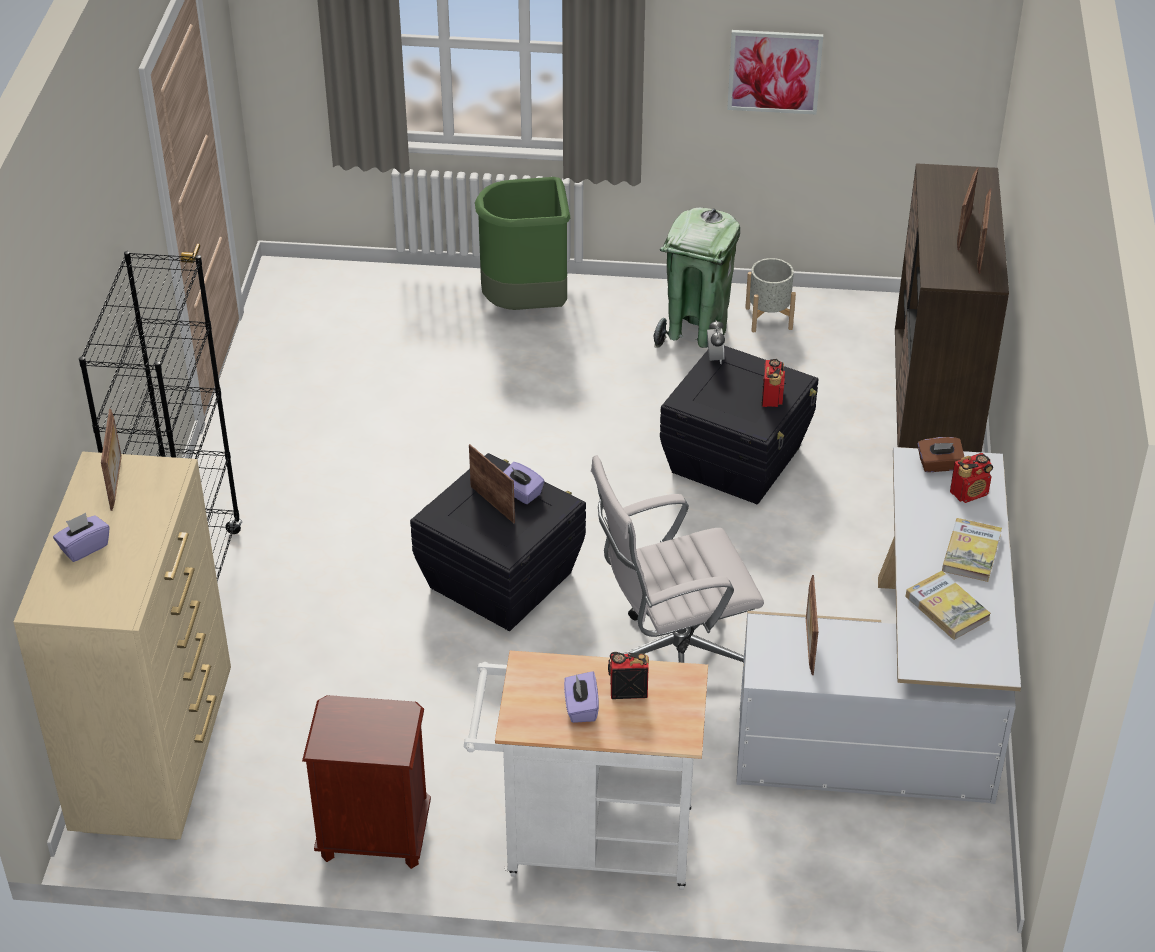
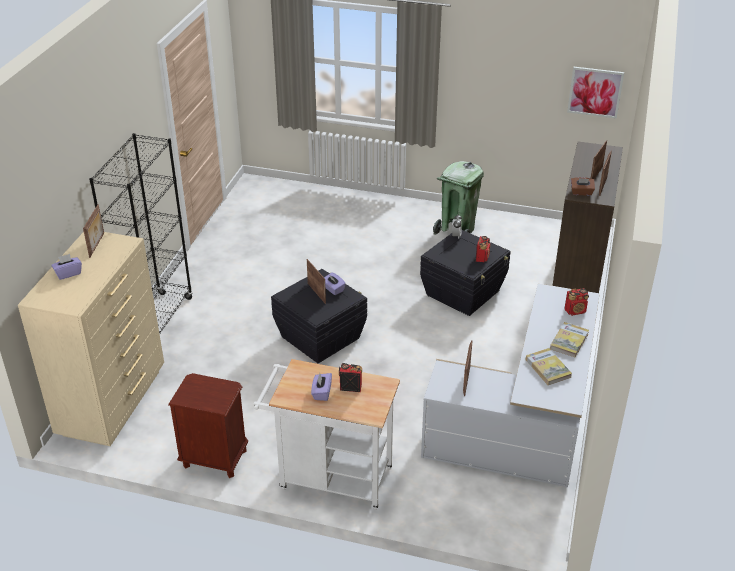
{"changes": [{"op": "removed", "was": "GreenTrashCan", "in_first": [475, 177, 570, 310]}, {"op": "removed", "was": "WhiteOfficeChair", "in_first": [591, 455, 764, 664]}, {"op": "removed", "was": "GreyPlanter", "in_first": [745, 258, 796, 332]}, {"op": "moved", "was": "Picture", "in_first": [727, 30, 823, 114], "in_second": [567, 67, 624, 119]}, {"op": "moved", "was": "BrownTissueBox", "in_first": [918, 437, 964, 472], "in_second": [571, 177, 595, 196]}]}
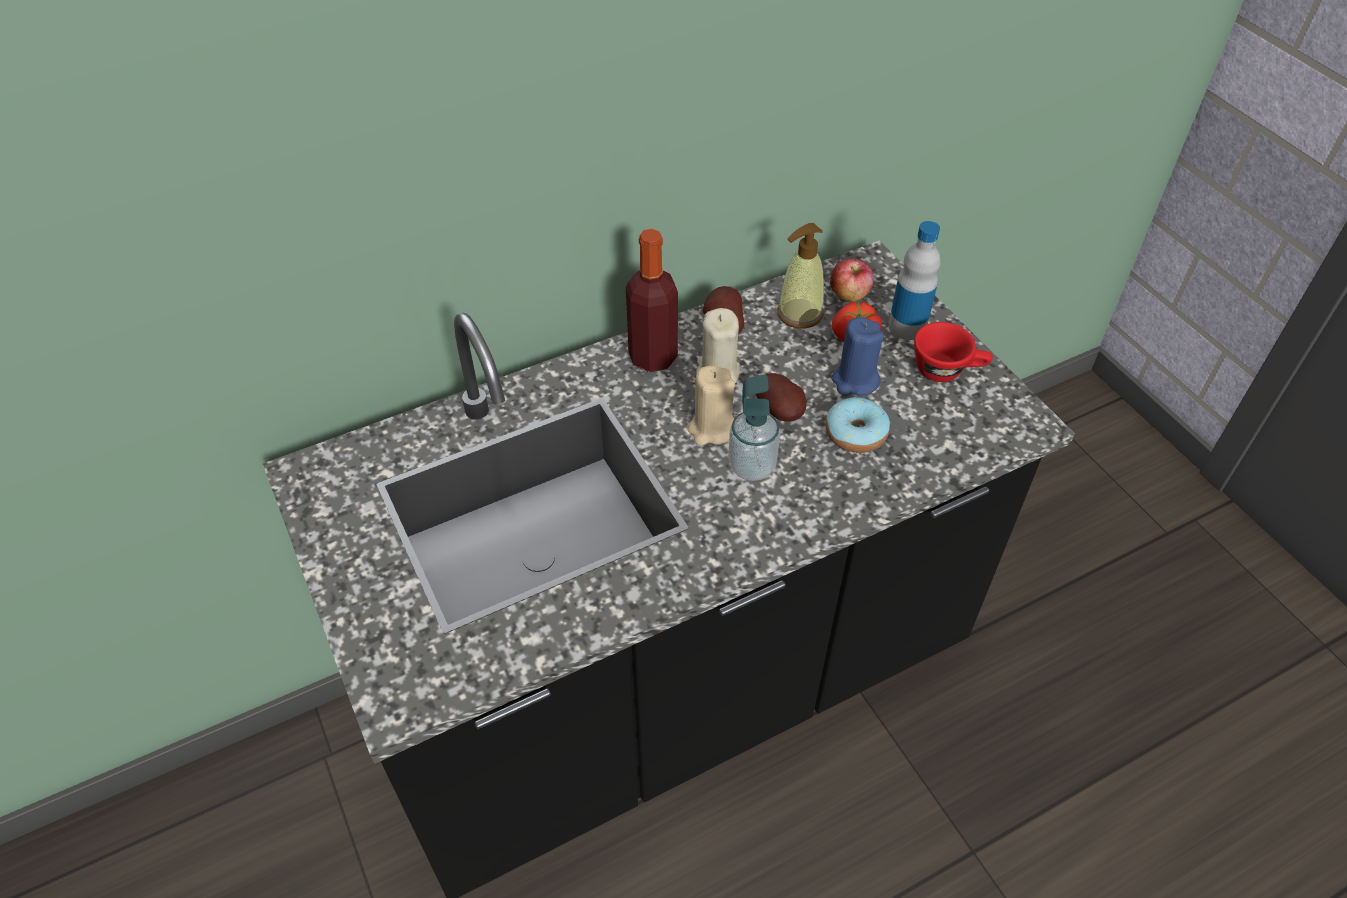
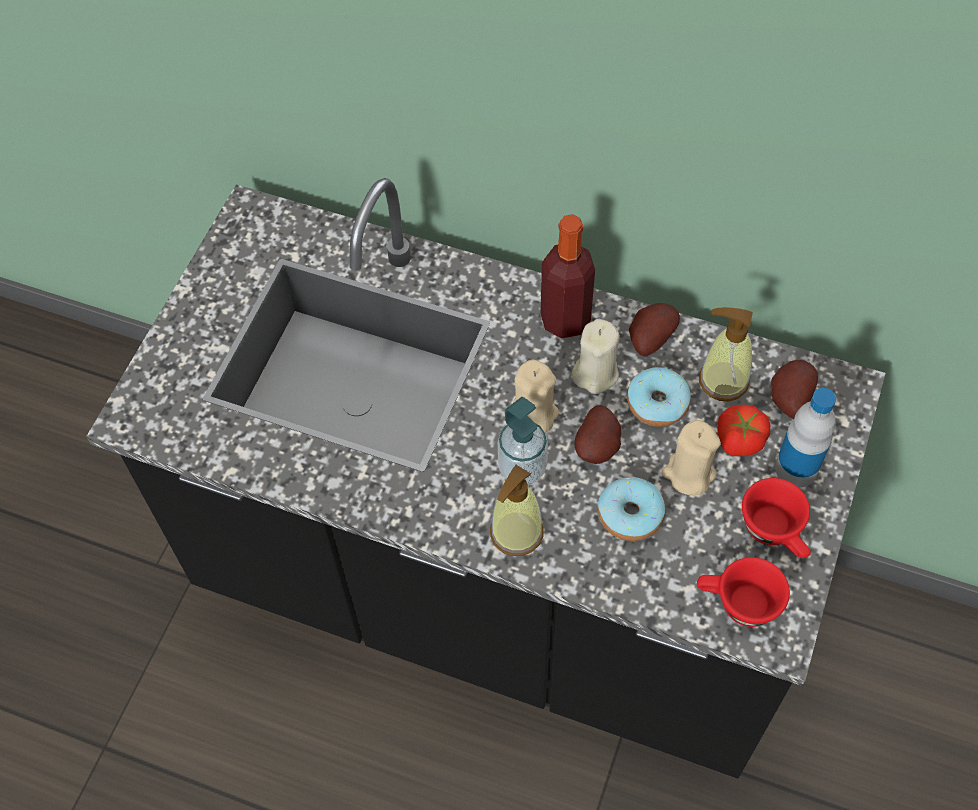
{"changes": [{"op": "added", "now": "SoapDispenser", "in_second": [490, 465, 543, 556]}, {"op": "added", "now": "Donut", "in_second": [627, 367, 691, 427]}, {"op": "added", "now": "RedCup", "in_second": [697, 557, 790, 627]}, {"op": "replaced", "was": "Apple", "now": "Potato", "in_first": [830, 259, 874, 302], "in_second": [771, 360, 818, 419]}, {"op": "recoloured", "was": "BlueCandle", "now": "BeigeCandle", "in_first": [831, 318, 884, 396], "in_second": [662, 420, 721, 496]}]}
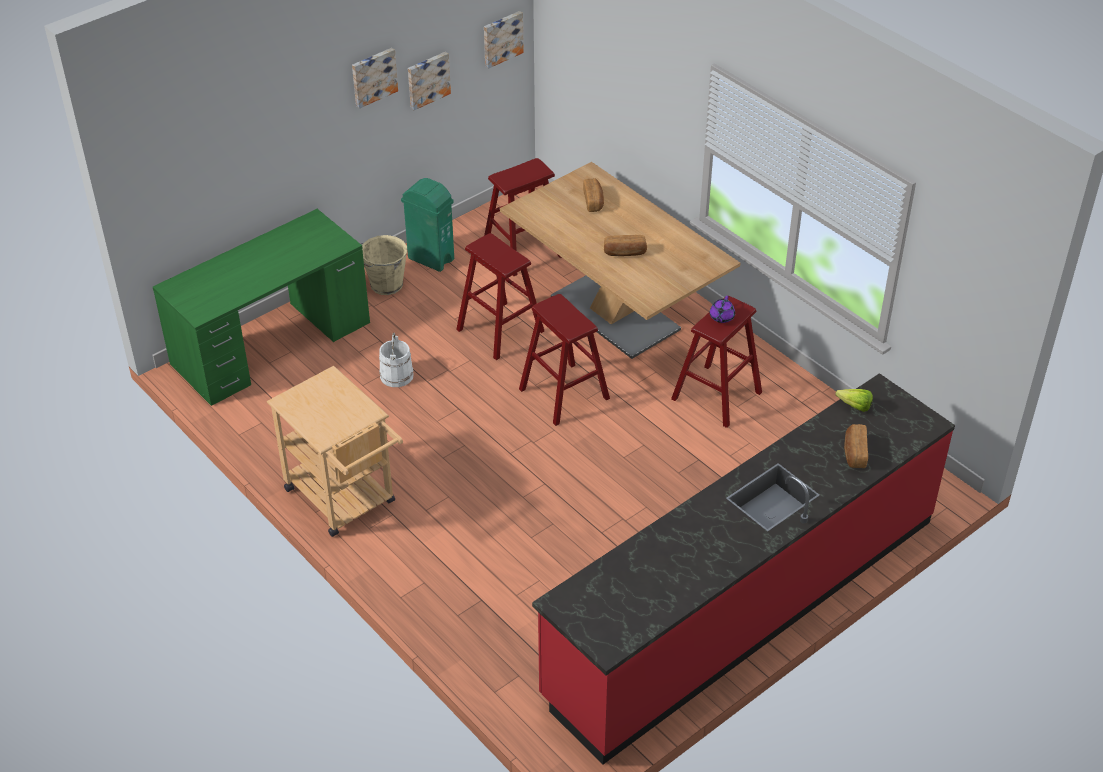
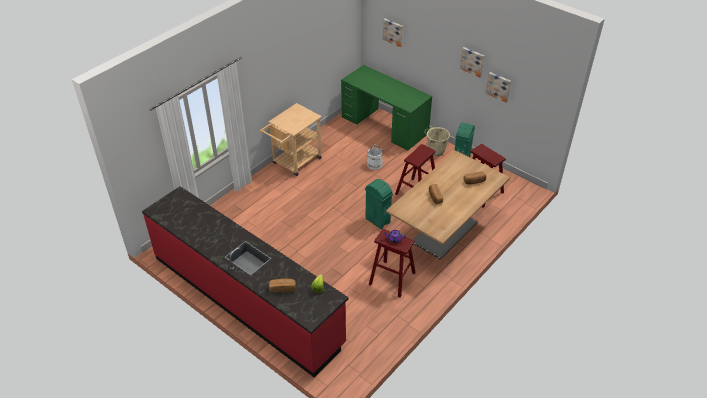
{"changes": [{"op": "moved", "was": "Picture", "in_first": [484, 11, 524, 69], "in_second": [383, 19, 403, 47]}, {"op": "replaced", "was": "RedStool", "now": "GreenTrashCan", "in_first": [519, 294, 610, 426], "in_second": [365, 179, 393, 229]}]}
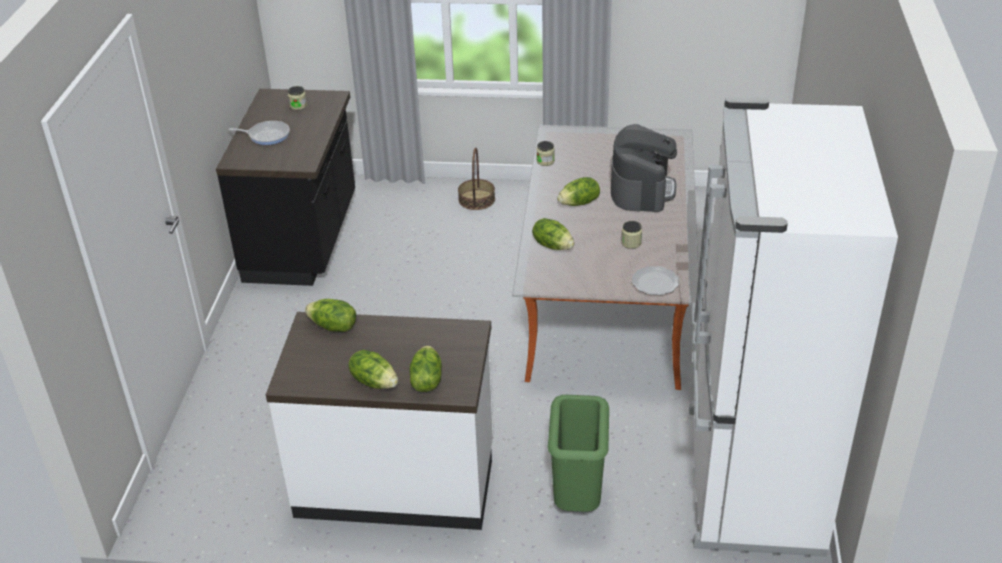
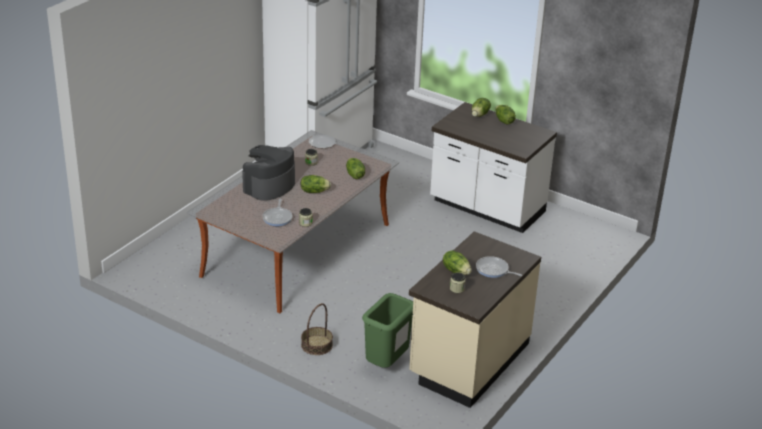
{"changes": [{"op": "added", "now": "FryingPan", "in_second": [262, 199, 293, 226]}, {"op": "moved", "was": "Lettuce", "in_first": [305, 299, 356, 332], "in_second": [443, 250, 472, 275]}, {"op": "moved", "was": "GreenTrashCan", "in_first": [548, 395, 609, 512], "in_second": [362, 293, 413, 368]}, {"op": "recoloured", "was": "BlackCounter", "now": "BeigeCounter", "in_first": [216, 89, 355, 286], "in_second": [409, 231, 541, 408]}]}
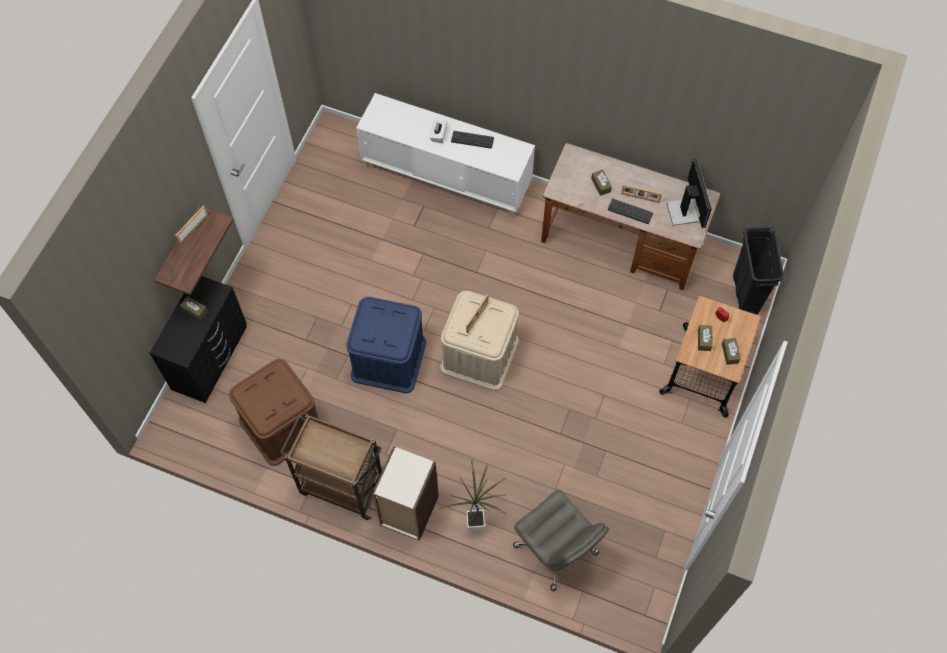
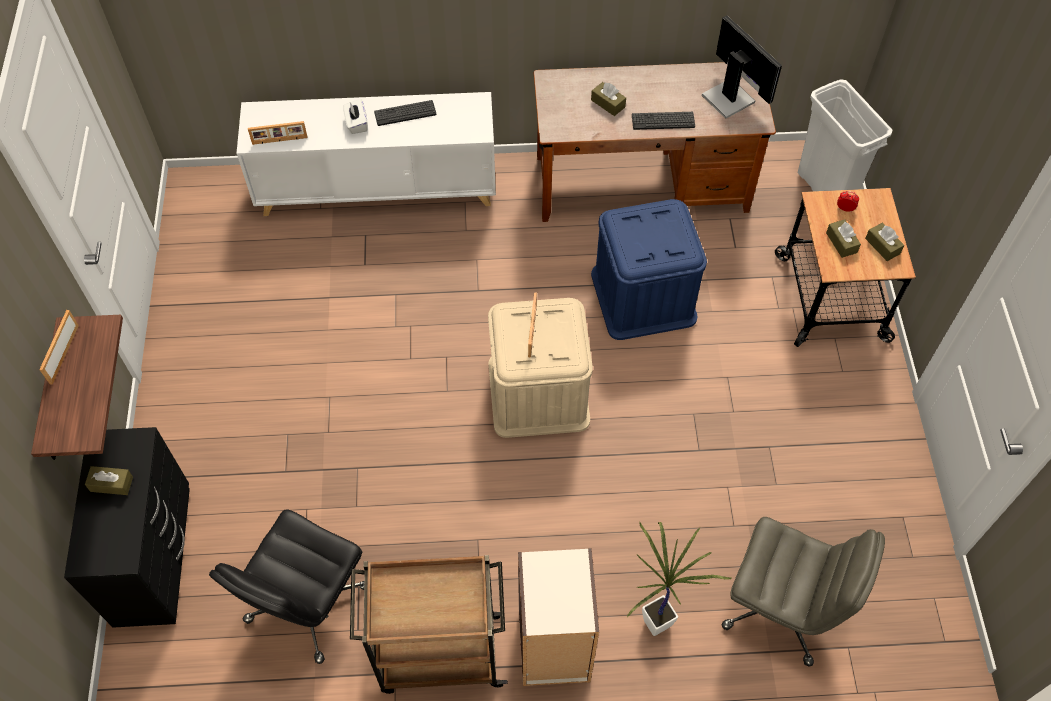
{"changes": [{"op": "moved", "was": "BlueStorageBox", "in_first": [346, 297, 426, 393], "in_second": [591, 199, 707, 340]}, {"op": "moved", "was": "PictureFrame", "in_first": [621, 184, 662, 203], "in_second": [248, 121, 308, 145]}, {"op": "replaced", "was": "BrownStorageBox", "now": "BlackOfficeChair", "in_first": [229, 359, 320, 466], "in_second": [209, 509, 364, 664]}, {"op": "recoloured", "was": "BlackTrashCan", "now": "WhiteTrashCan", "in_first": [733, 227, 785, 314], "in_second": [798, 79, 893, 191]}]}
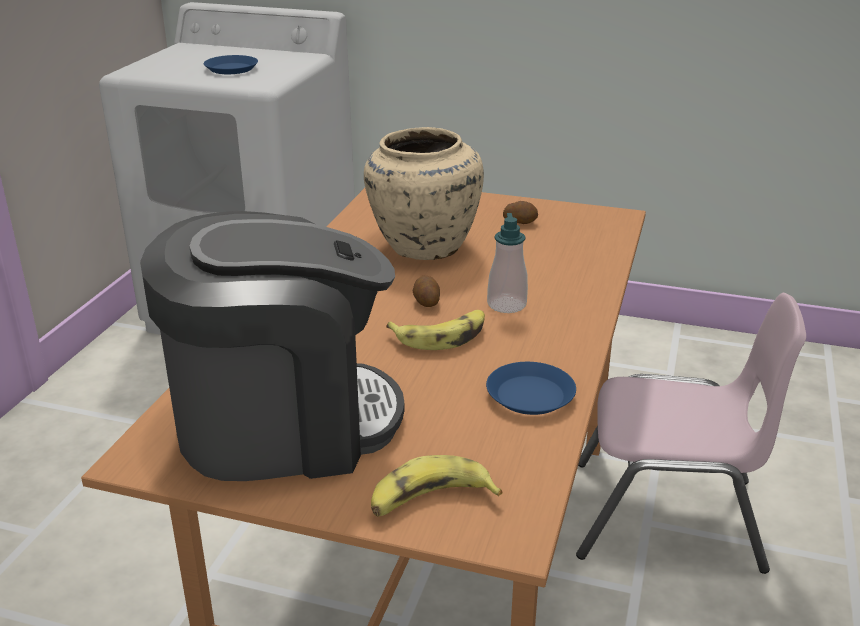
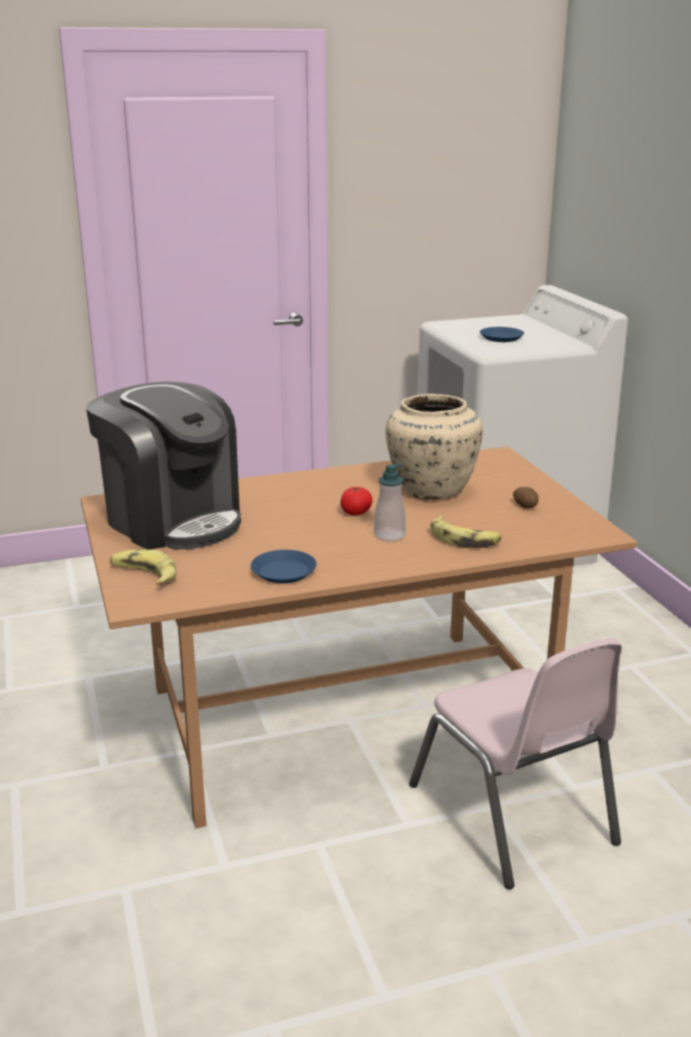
{"changes": [{"op": "moved", "was": "Banana", "in_first": [386, 310, 485, 350], "in_second": [430, 515, 502, 548]}, {"op": "replaced", "was": "Potato", "now": "Tomato", "in_first": [413, 275, 440, 307], "in_second": [340, 487, 373, 515]}]}
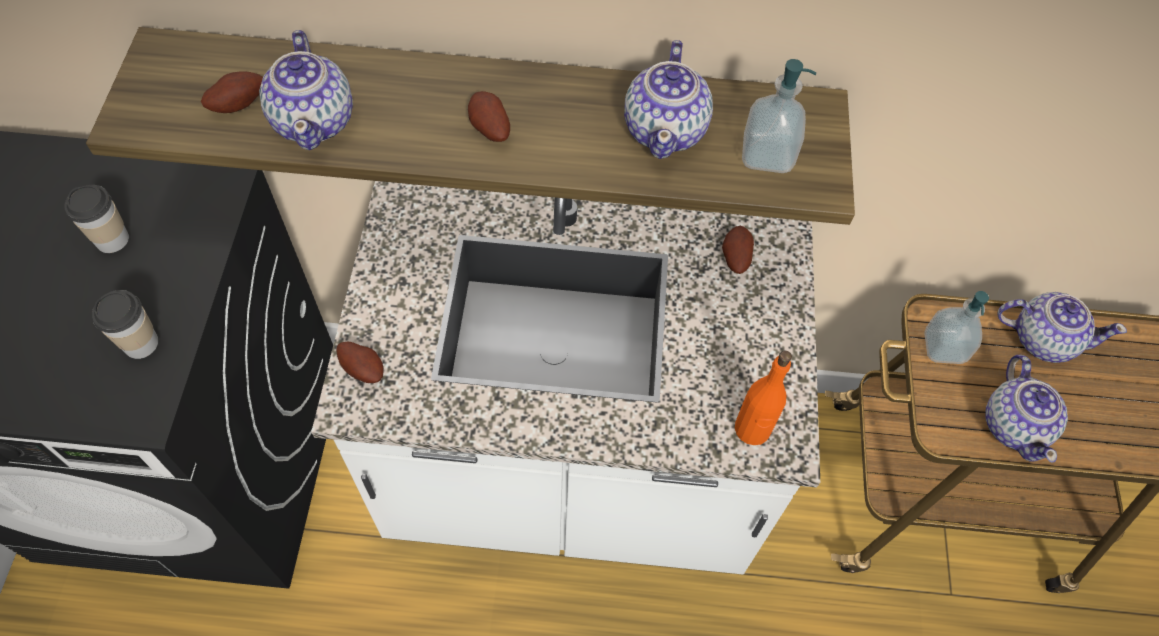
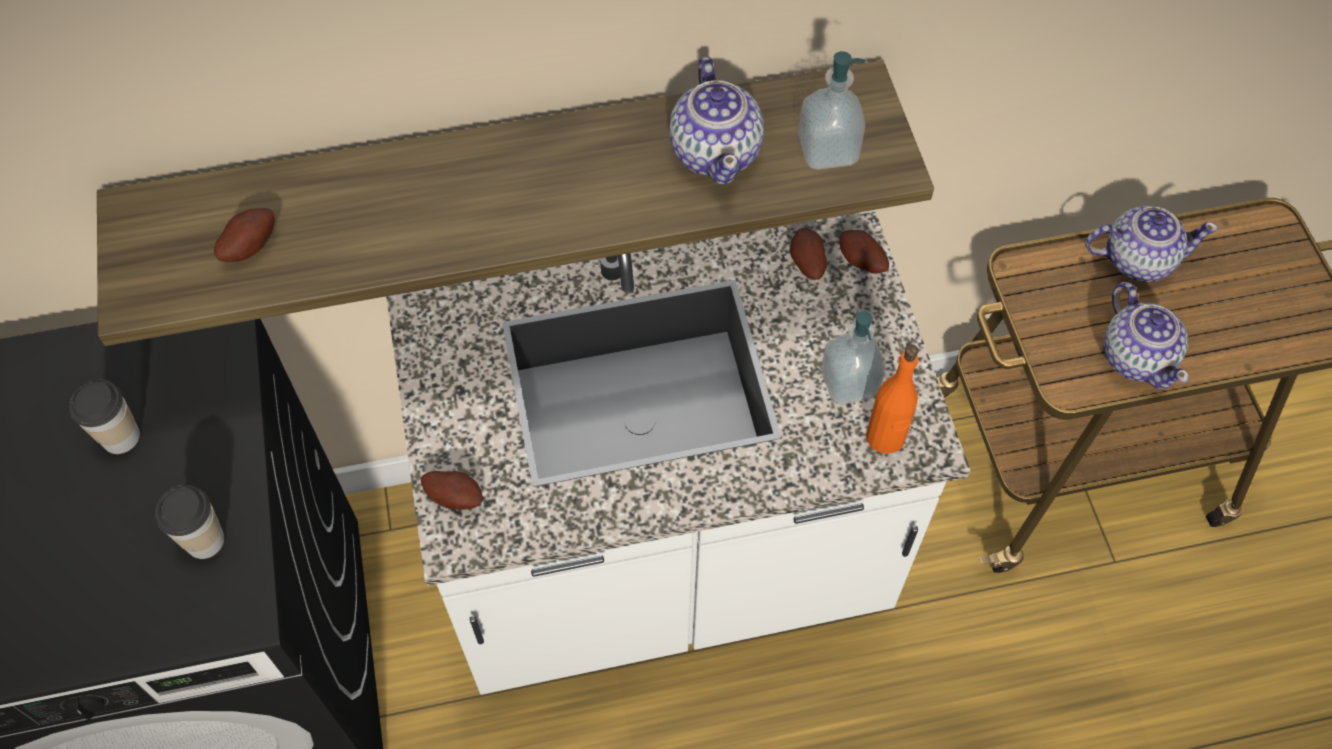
{"changes": [{"op": "removed", "was": "Teapot", "in_first": [259, 30, 353, 150]}, {"op": "moved", "was": "Potato", "in_first": [468, 91, 510, 142], "in_second": [839, 230, 889, 273]}, {"op": "moved", "was": "SoapDispenser", "in_first": [924, 291, 989, 364], "in_second": [821, 311, 885, 405]}]}
